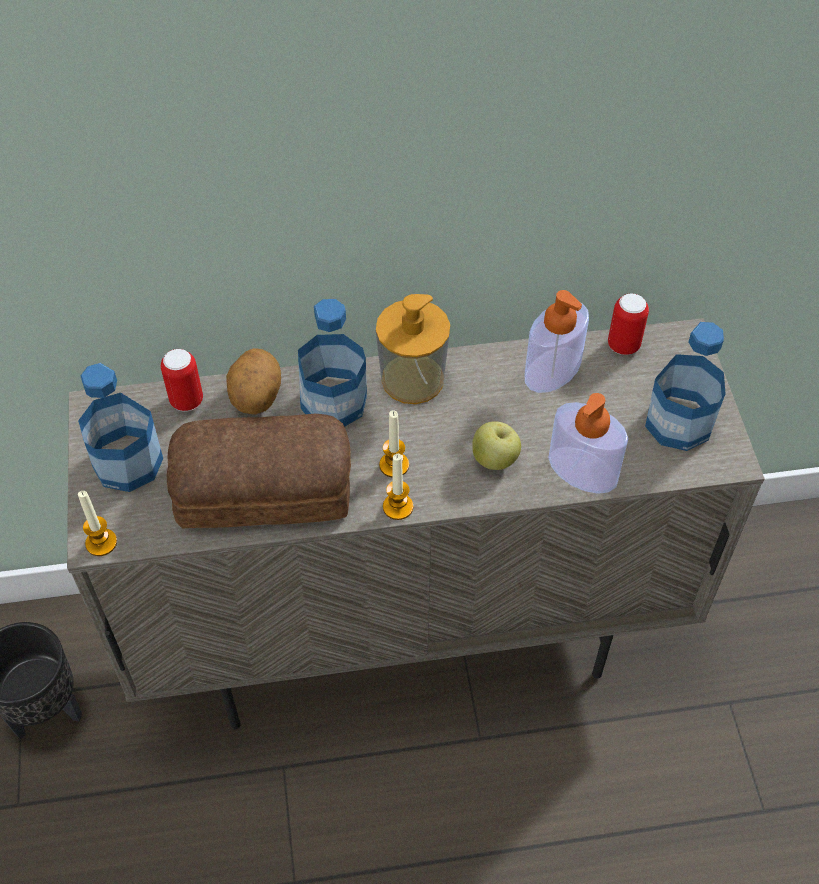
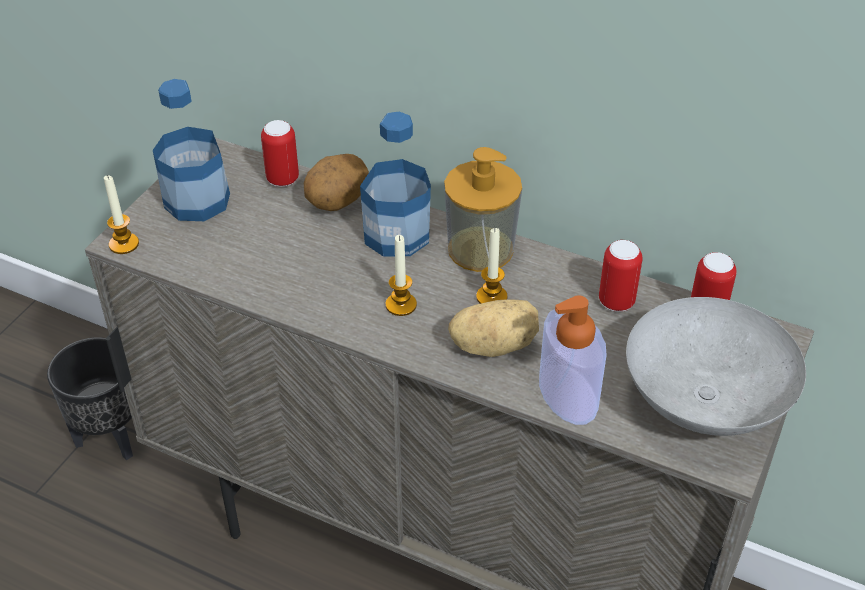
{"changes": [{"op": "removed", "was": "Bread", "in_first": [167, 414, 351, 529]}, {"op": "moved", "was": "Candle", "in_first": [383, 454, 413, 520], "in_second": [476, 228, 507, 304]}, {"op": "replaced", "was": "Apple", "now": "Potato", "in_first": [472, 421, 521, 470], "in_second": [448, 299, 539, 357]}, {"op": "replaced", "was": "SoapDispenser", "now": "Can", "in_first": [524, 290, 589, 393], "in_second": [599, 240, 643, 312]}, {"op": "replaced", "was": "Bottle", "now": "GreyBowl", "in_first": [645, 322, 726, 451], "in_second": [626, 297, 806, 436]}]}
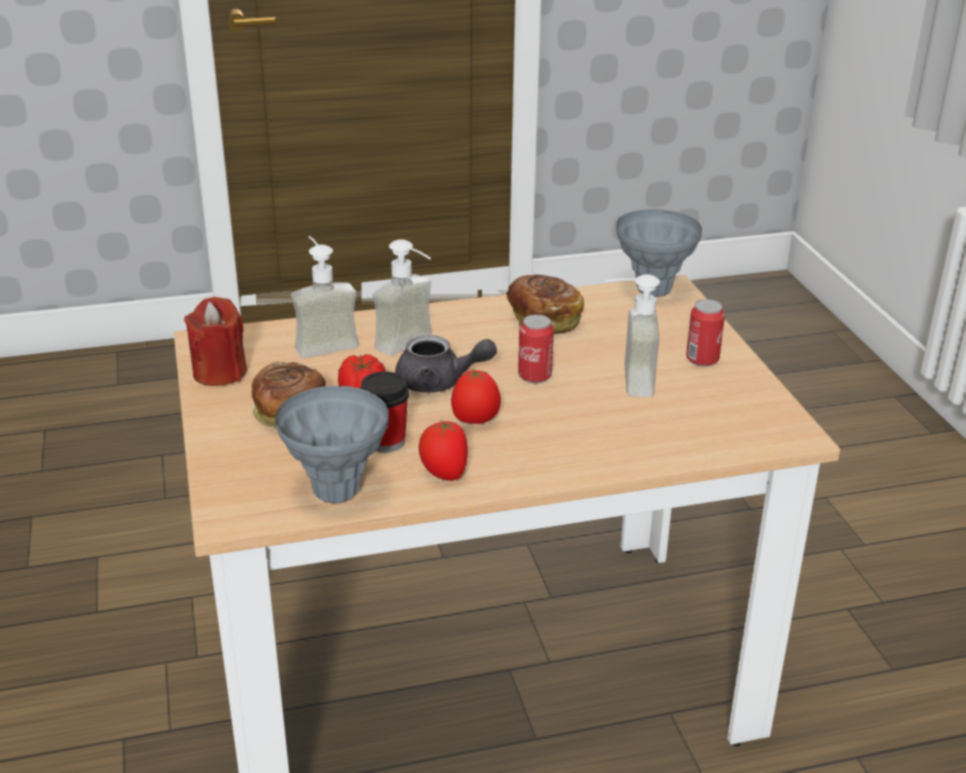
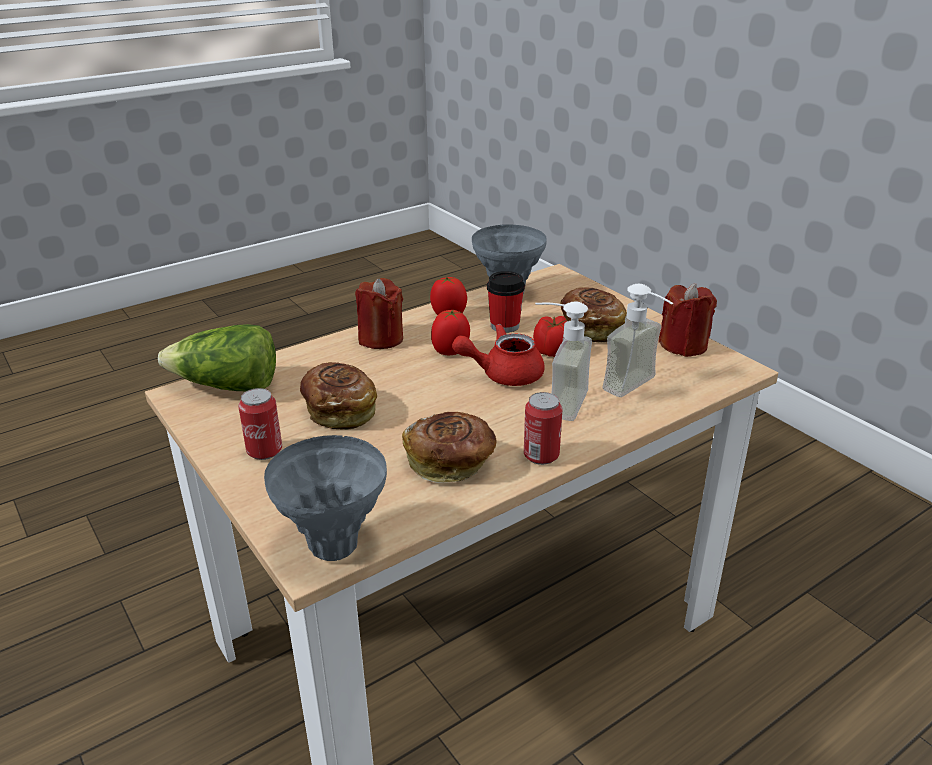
{"changes": [{"op": "added", "now": "Lettuce", "in_second": [158, 324, 276, 391]}, {"op": "added", "now": "RedCandle", "in_second": [355, 278, 403, 349]}, {"op": "moved", "was": "Can", "in_first": [518, 314, 554, 383], "in_second": [524, 392, 563, 465]}, {"op": "replaced", "was": "SoapDispenser", "now": "Bread", "in_first": [605, 274, 660, 397], "in_second": [300, 362, 377, 430]}, {"op": "recoloured", "was": "GreyTeapot", "now": "RedTeapot", "in_first": [395, 335, 497, 393], "in_second": [452, 324, 545, 386]}]}
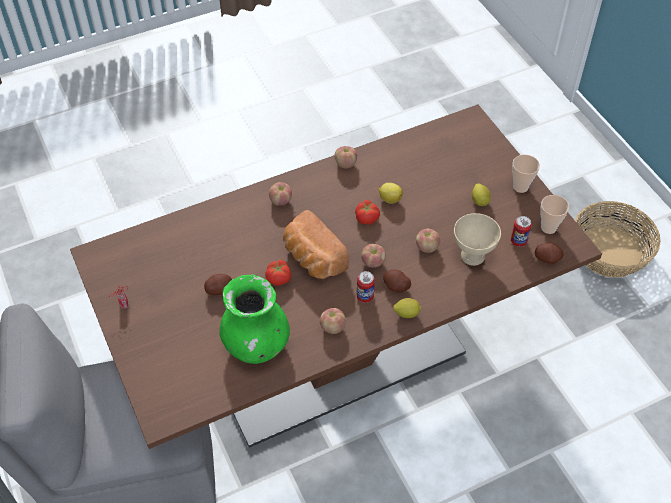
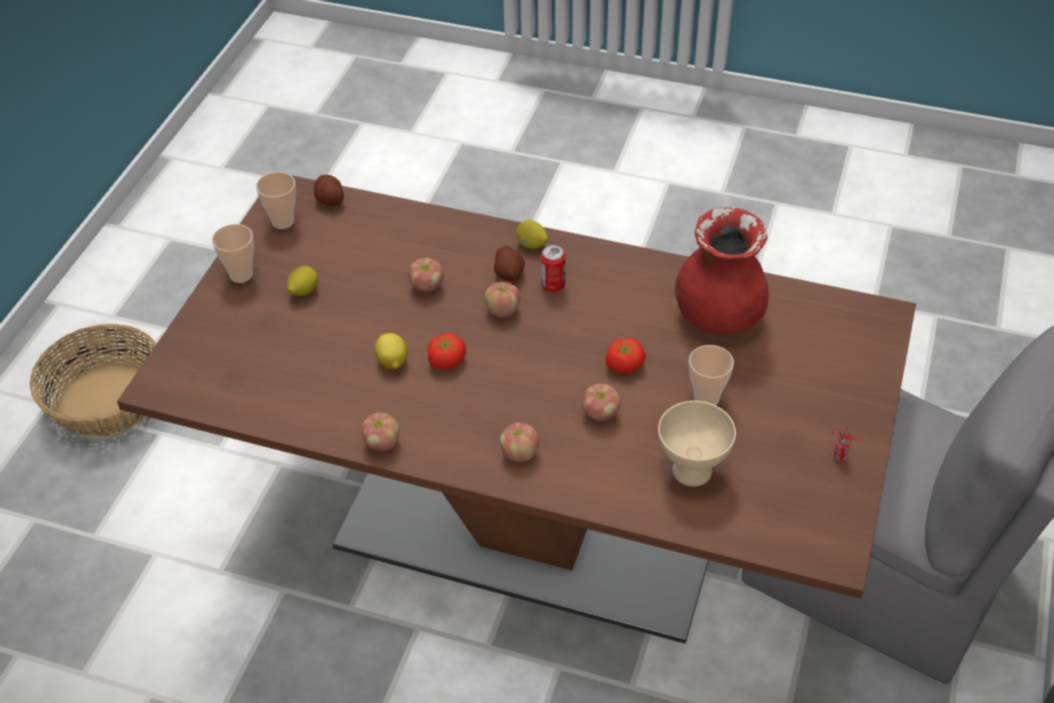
{"changes": [{"op": "removed", "was": "Bread", "in_first": [283, 210, 349, 279]}, {"op": "removed", "was": "Can", "in_first": [511, 216, 532, 247]}, {"op": "moved", "was": "Apple", "in_first": [320, 308, 346, 334], "in_second": [582, 383, 621, 421]}, {"op": "moved", "was": "BeigeBowl", "in_first": [454, 213, 501, 266], "in_second": [658, 401, 736, 487]}, {"op": "replaced", "was": "Potato", "now": "Cup", "in_first": [204, 274, 232, 295], "in_second": [689, 345, 734, 405]}, {"op": "recoloured", "was": "GreenVase", "now": "RedVase", "in_first": [219, 274, 290, 364], "in_second": [675, 207, 769, 334]}]}
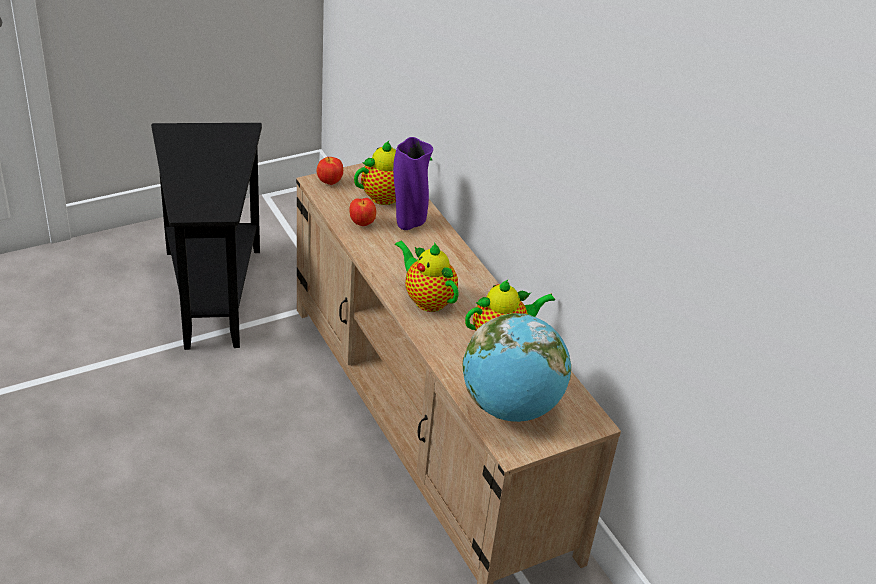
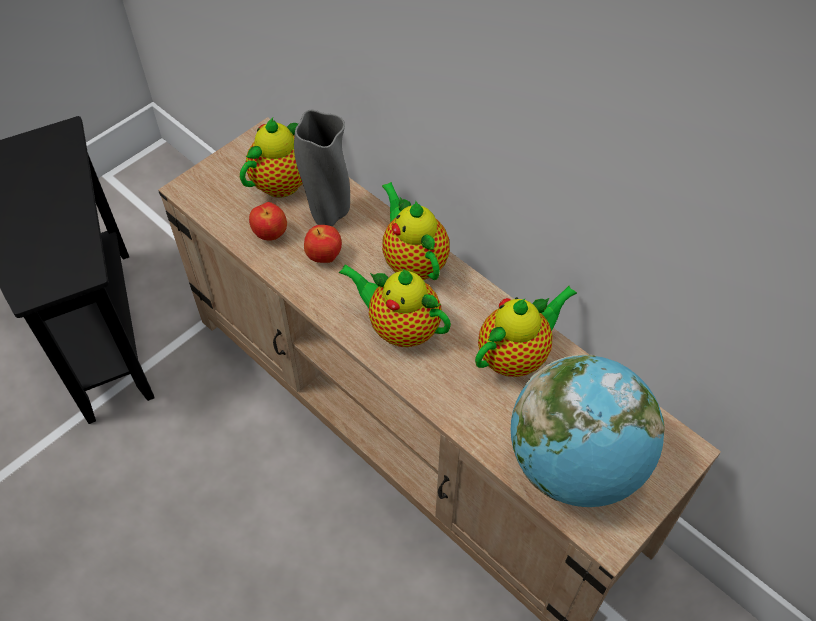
{"changes": [{"op": "added", "now": "Teapot", "in_second": [382, 182, 450, 280]}, {"op": "moved", "was": "Apple", "in_first": [317, 157, 343, 185], "in_second": [304, 225, 342, 263]}, {"op": "recoloured", "was": "PurpleVase", "now": "GreyVase", "in_first": [393, 137, 433, 230], "in_second": [294, 110, 350, 226]}]}
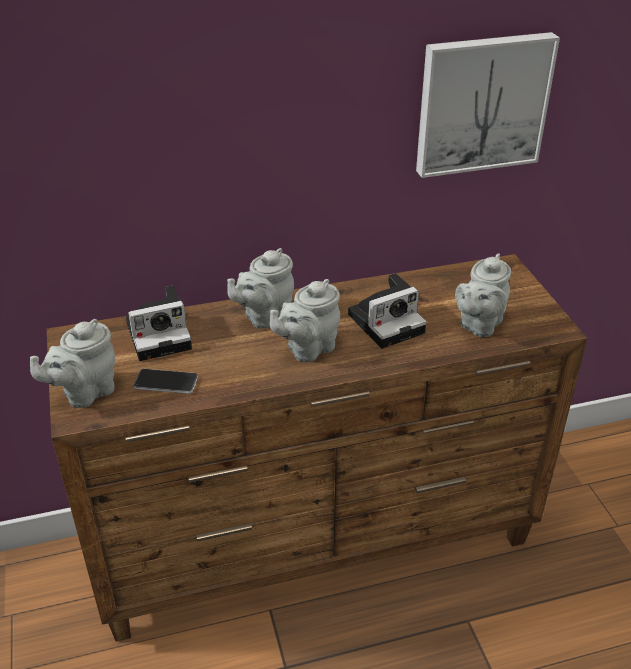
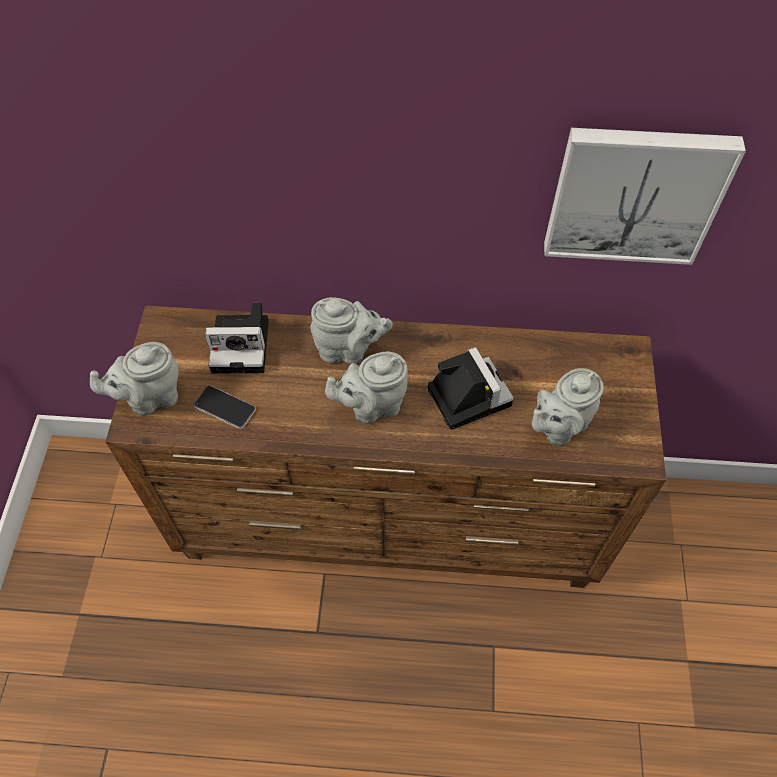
{"changes": [{"op": "turned", "was": "GreyTeapot", "in_first": [227, 248, 294, 329], "in_second": [311, 297, 393, 364], "clockwise": -150}, {"op": "turned", "was": "PhotoCamera", "in_first": [348, 273, 426, 349], "in_second": [428, 347, 514, 430], "clockwise": -105}]}
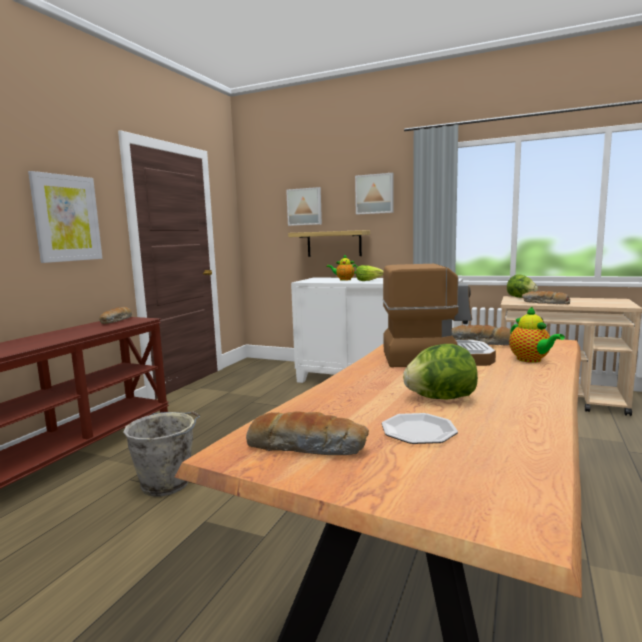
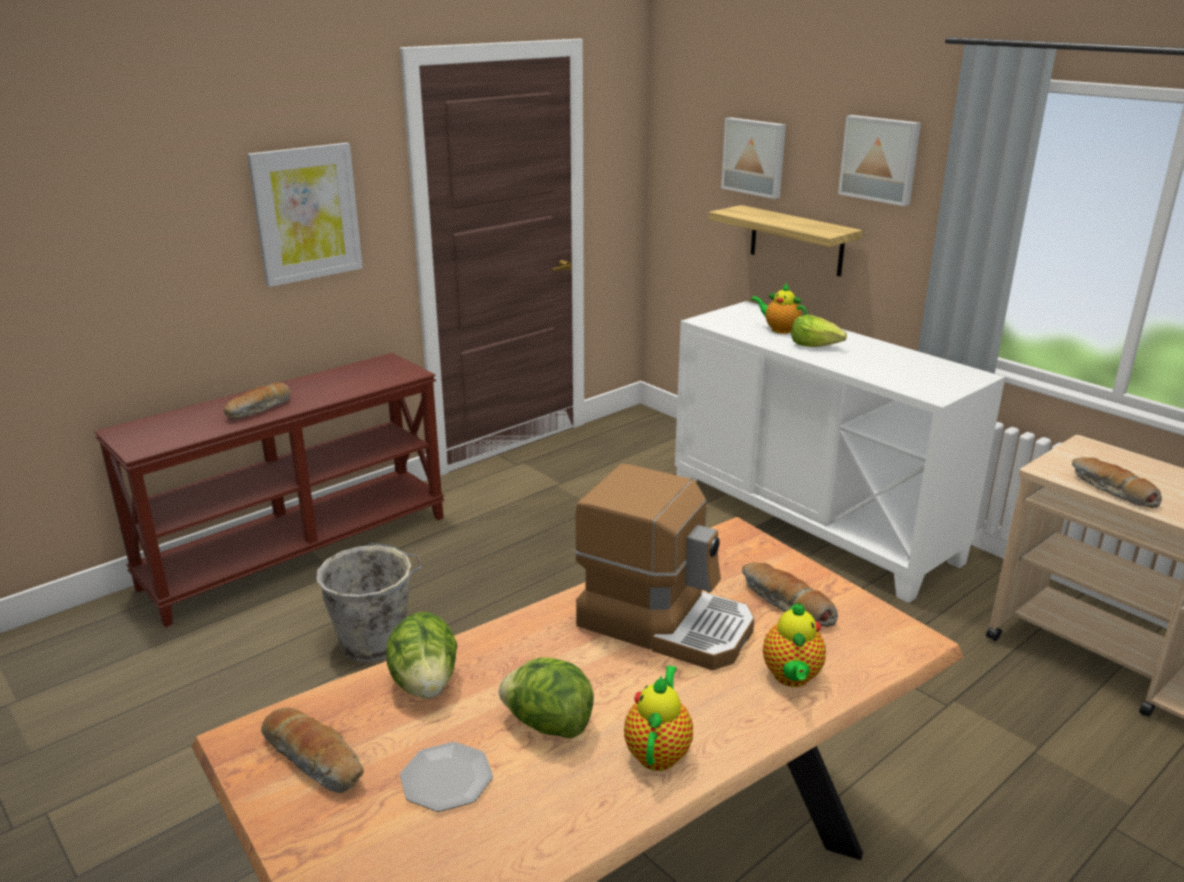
{"changes": [{"op": "added", "now": "Teapot", "in_second": [624, 665, 693, 771]}, {"op": "moved", "was": "Bread", "in_first": [99, 307, 132, 324], "in_second": [224, 382, 290, 419]}, {"op": "moved", "was": "Lettuce", "in_first": [507, 274, 538, 298], "in_second": [386, 612, 458, 699]}]}
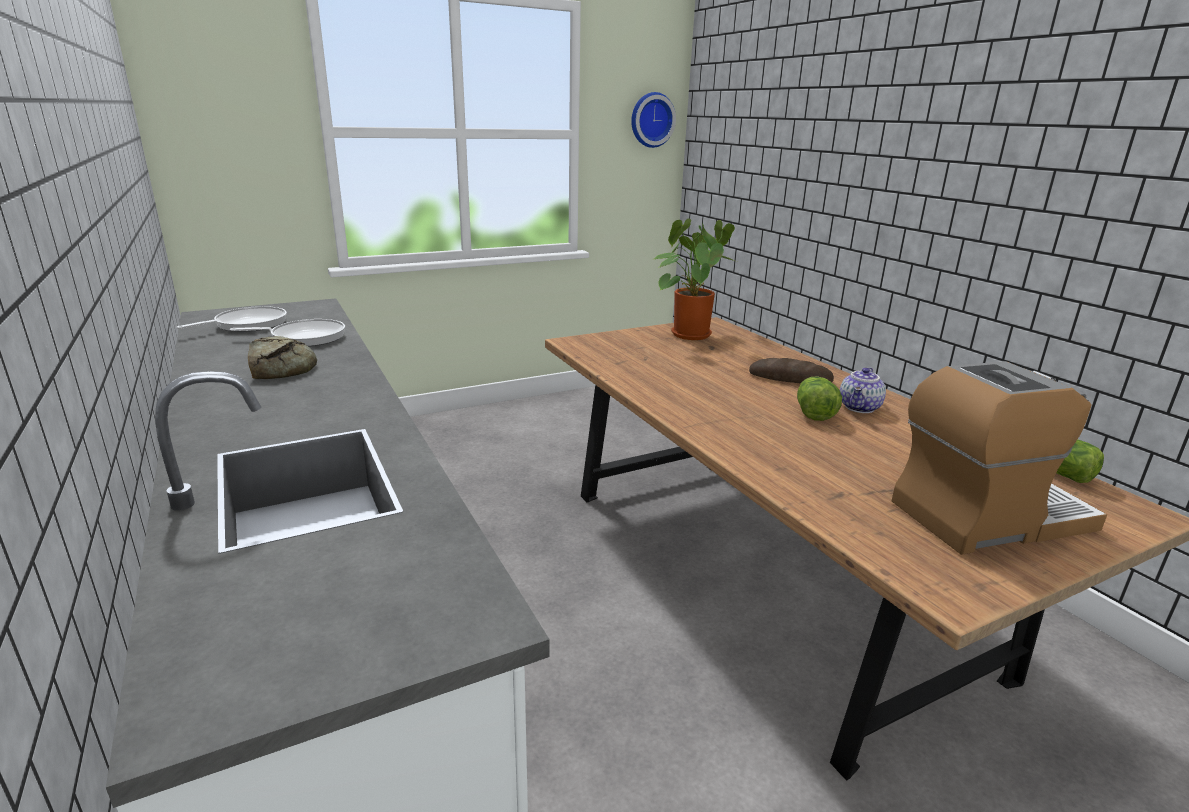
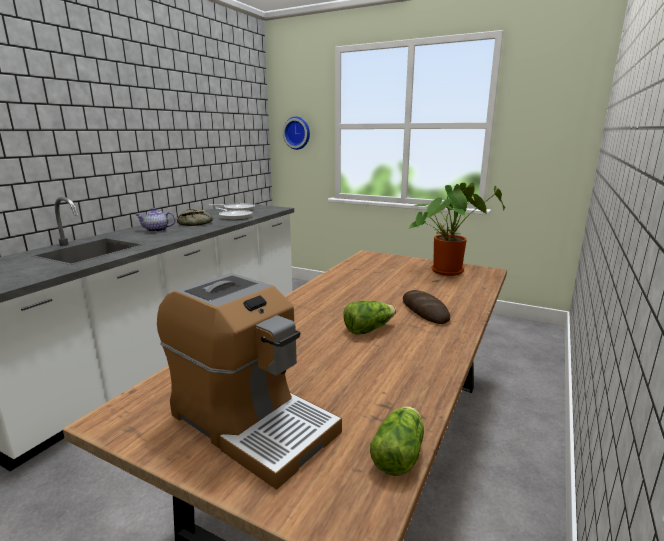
{"changes": [{"op": "moved", "was": "WallClock", "in_first": [631, 92, 676, 148], "in_second": [283, 117, 310, 150]}, {"op": "moved", "was": "Teapot", "in_first": [840, 367, 886, 413], "in_second": [135, 208, 175, 232]}]}
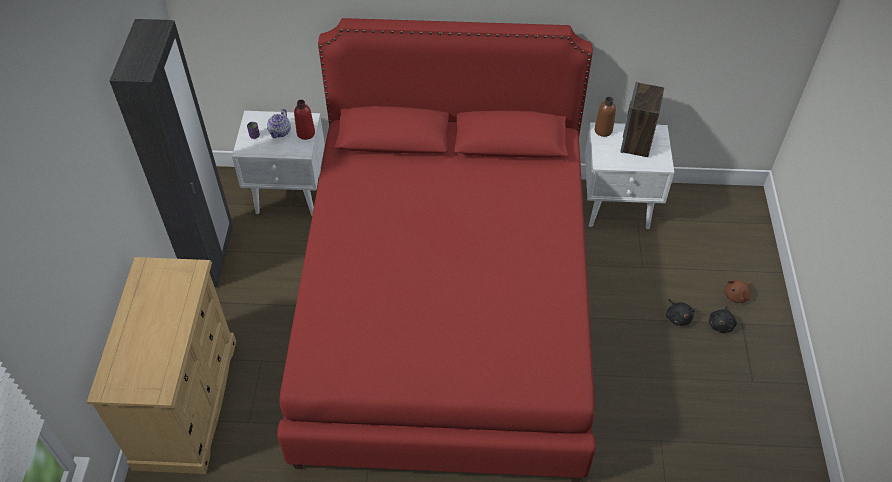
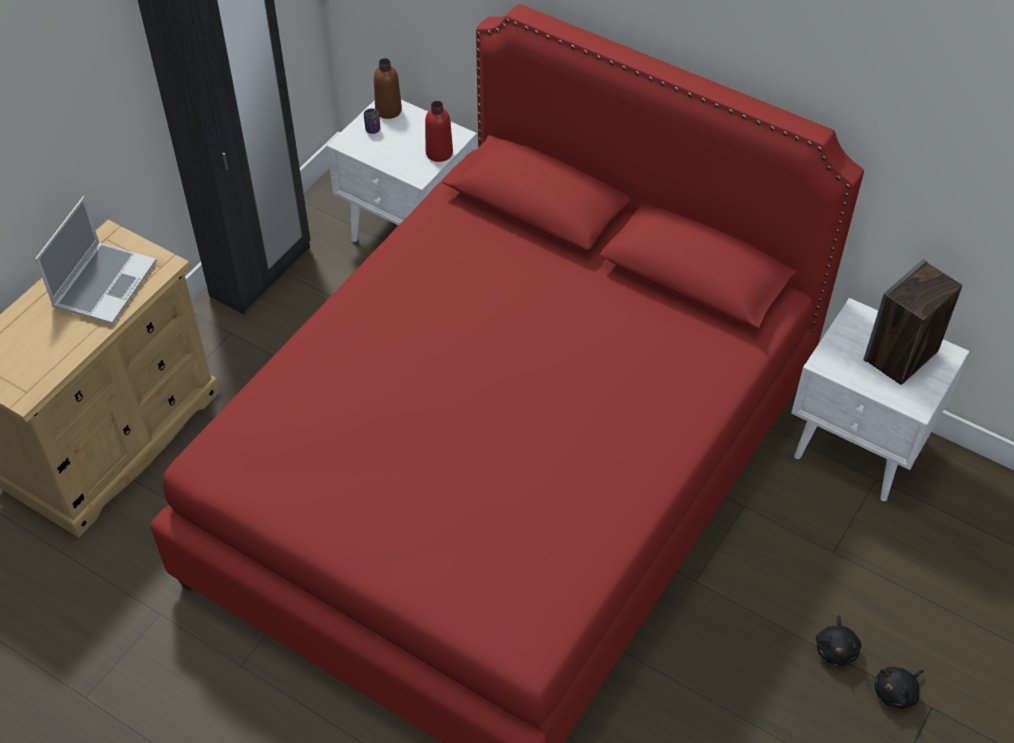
{"changes": [{"op": "removed", "was": "Teapot", "in_first": [267, 109, 291, 138]}, {"op": "removed", "was": "BrownPlushToy", "in_first": [724, 280, 752, 303]}, {"op": "added", "now": "Laptop", "in_second": [35, 196, 157, 324]}, {"op": "moved", "was": "BrownBottle", "in_first": [595, 97, 616, 137], "in_second": [374, 58, 402, 119]}]}
